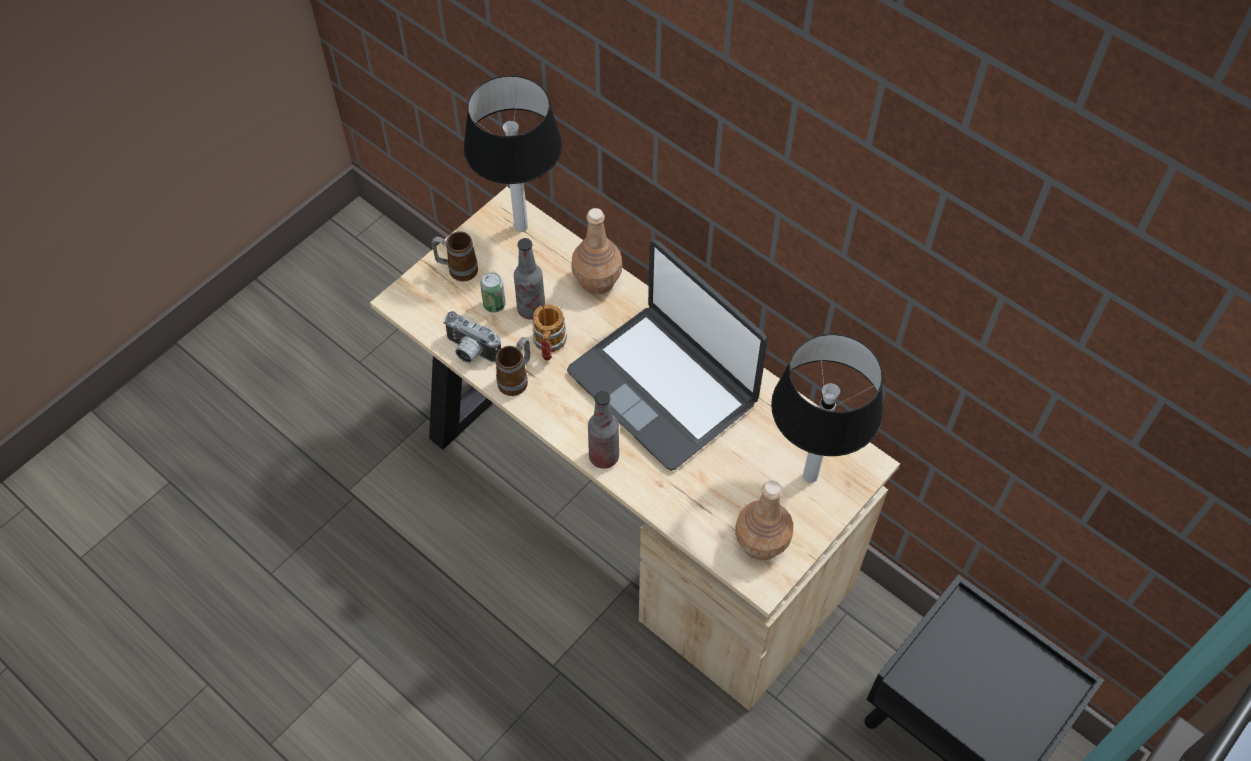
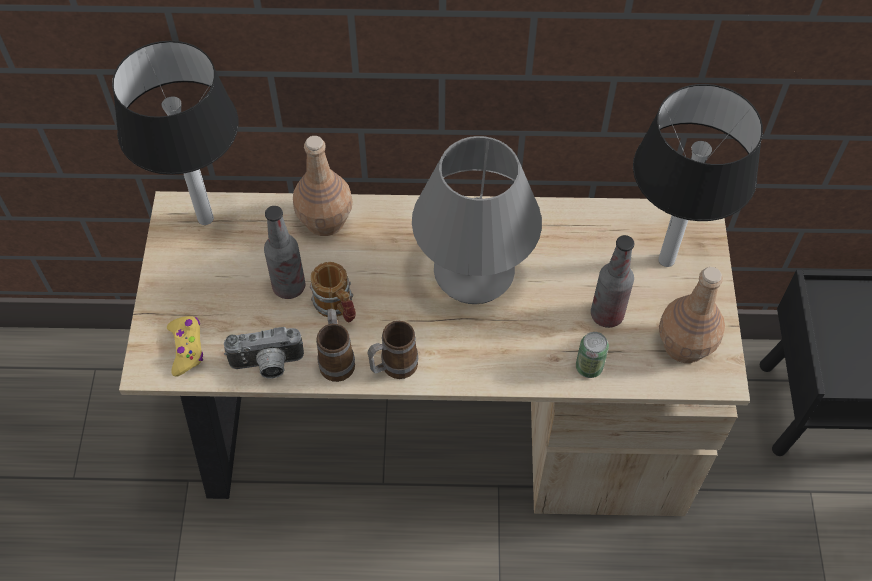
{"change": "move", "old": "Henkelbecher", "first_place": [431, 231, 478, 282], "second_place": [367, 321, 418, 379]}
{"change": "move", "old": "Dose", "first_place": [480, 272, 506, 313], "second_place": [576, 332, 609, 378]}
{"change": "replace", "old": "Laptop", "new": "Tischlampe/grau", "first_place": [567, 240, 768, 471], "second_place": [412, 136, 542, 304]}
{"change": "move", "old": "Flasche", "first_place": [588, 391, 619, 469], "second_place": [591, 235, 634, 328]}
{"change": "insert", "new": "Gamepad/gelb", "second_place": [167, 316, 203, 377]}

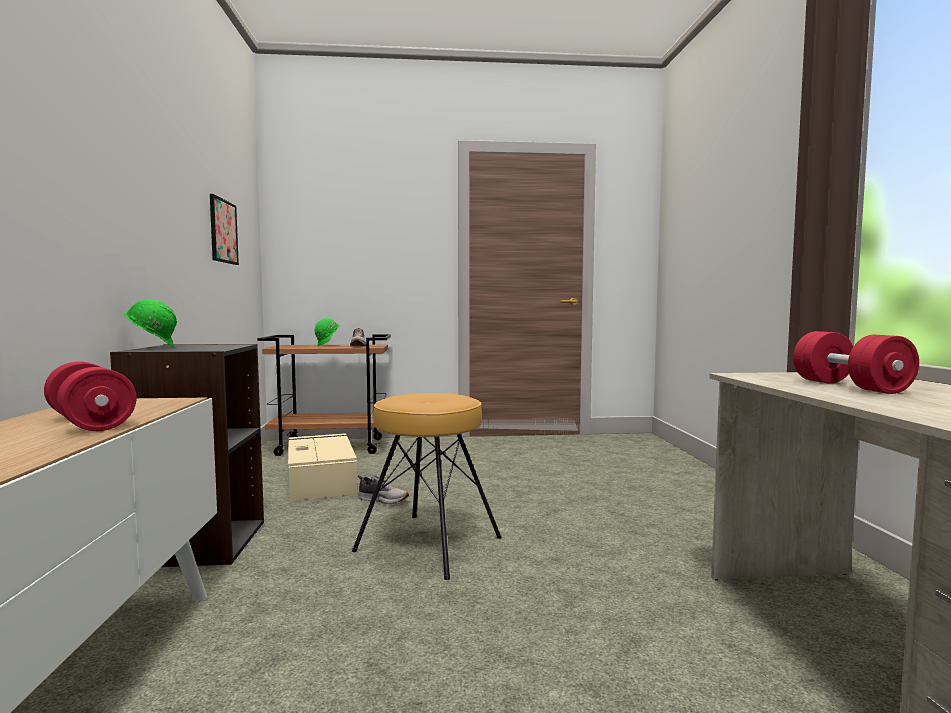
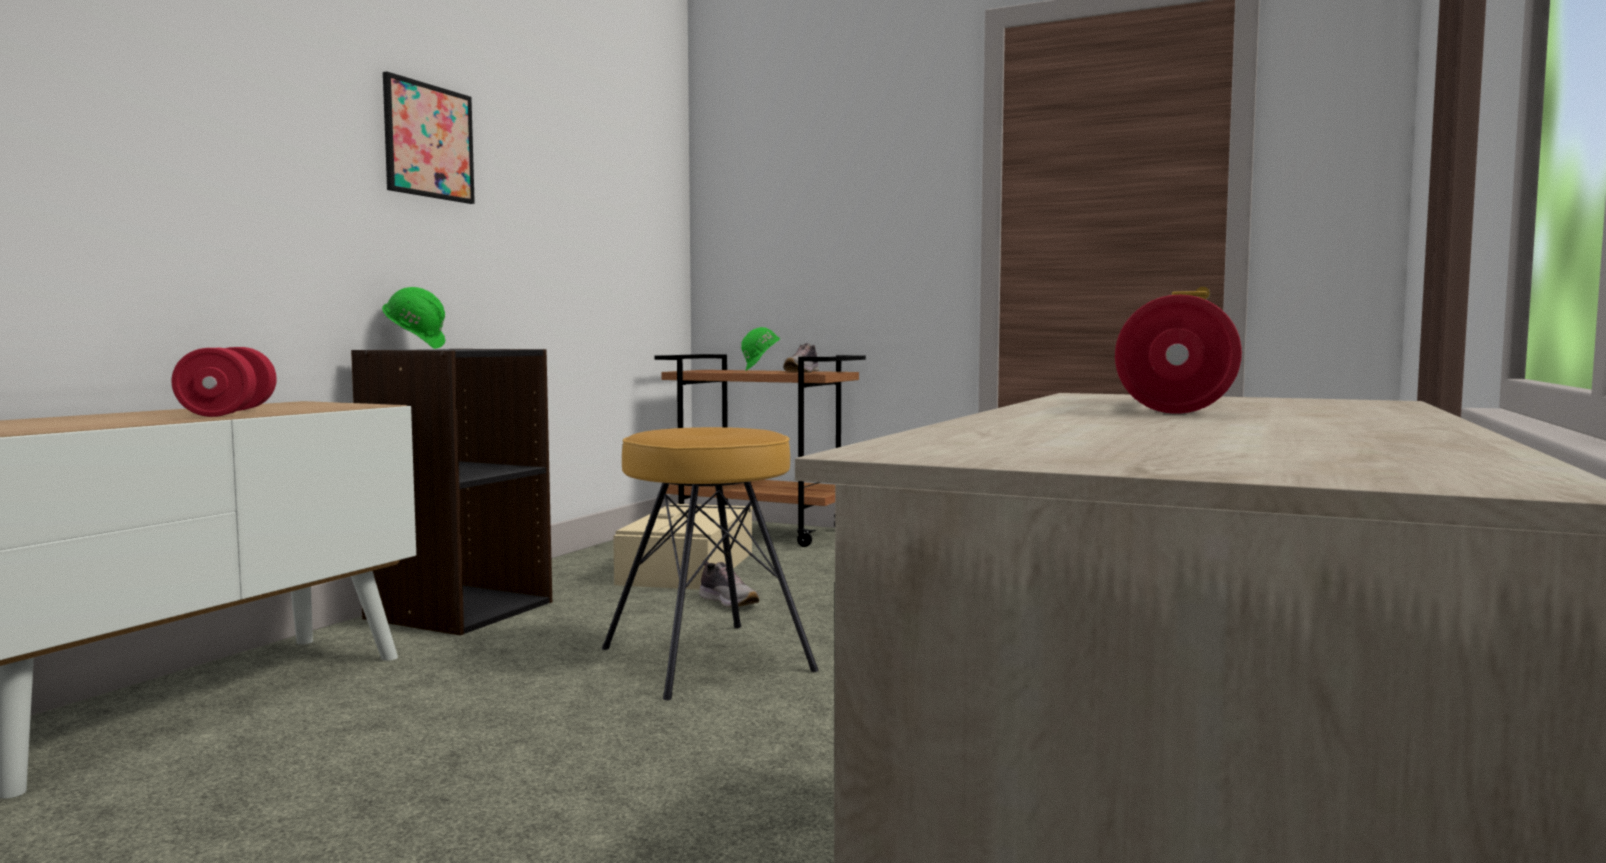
{"change": "move", "old": "Bild", "first_place": [210, 194, 239, 265], "second_place": [383, 71, 475, 204]}

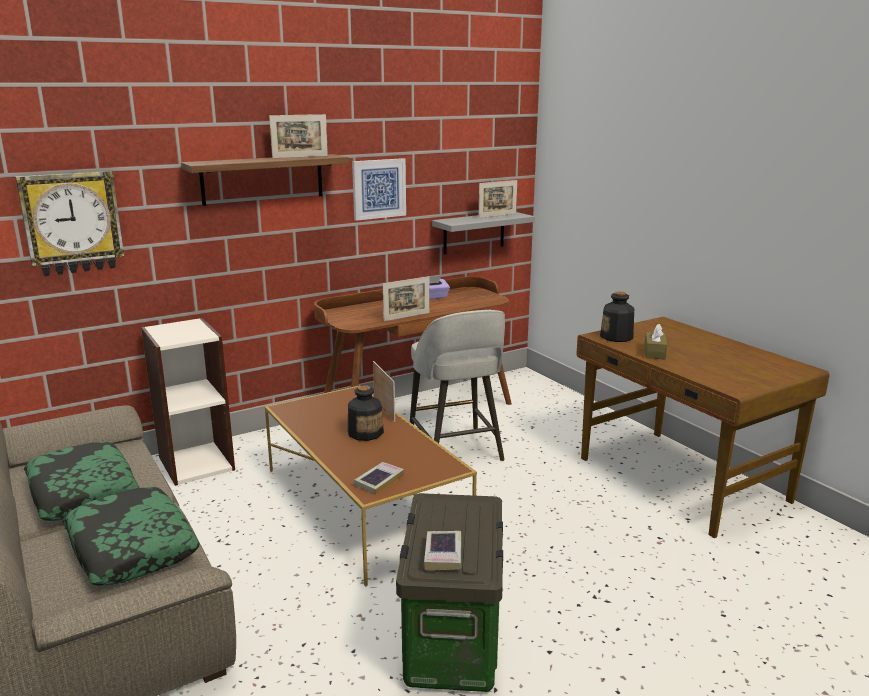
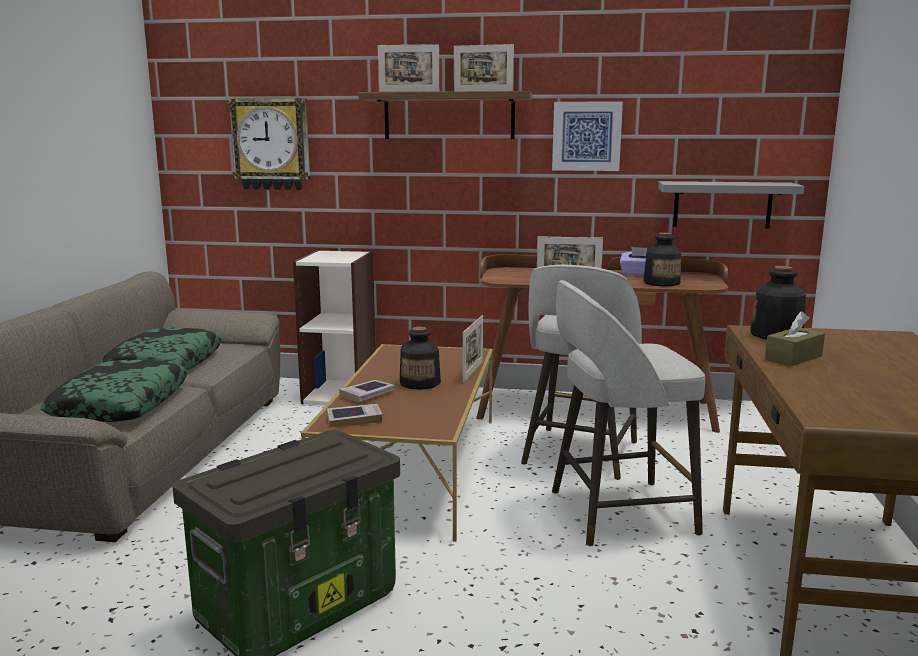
{"change": "move", "old": "Buch", "first_place": [424, 531, 461, 570], "second_place": [339, 380, 395, 402]}
{"change": "move", "old": "Bilderrahmen", "first_place": [479, 180, 517, 218], "second_place": [378, 44, 439, 92]}
{"change": "insert", "new": "Hocker/grau", "second_place": [552, 280, 705, 546]}
{"change": "insert", "new": "Flasche", "second_place": [643, 232, 681, 286]}

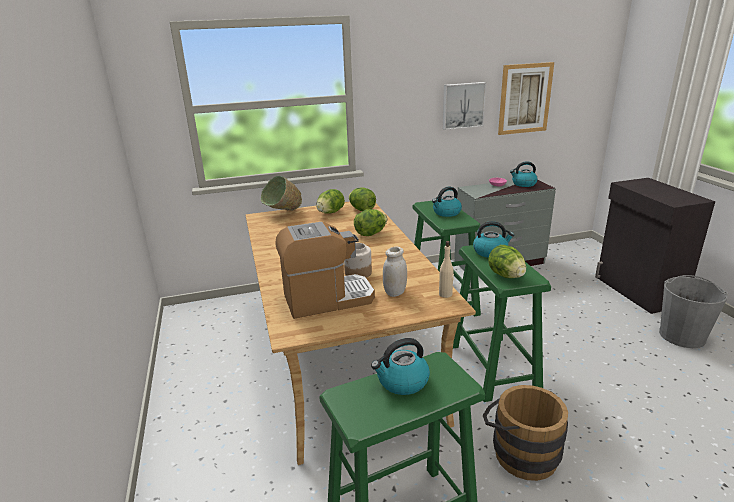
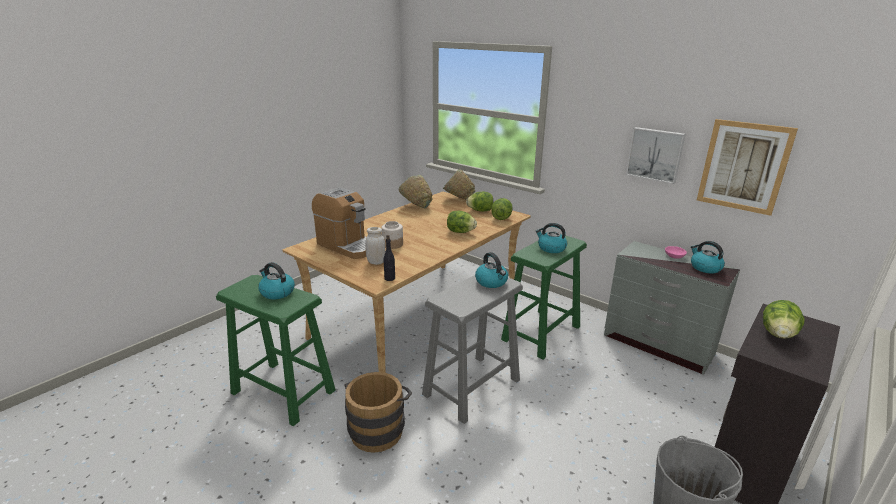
{"change": "recolor", "old": "Flasche/beige", "new": "Flasche/schwarz", "first_place": [439, 241, 454, 298], "second_place": [384, 235, 395, 281]}
{"change": "recolor", "old": "Hocker/grün", "new": "Hocker/grau", "first_place": [453, 245, 551, 402], "second_place": [422, 275, 523, 424]}
{"change": "move", "old": "Salatkopf", "first_place": [488, 245, 526, 278], "second_place": [763, 300, 805, 339]}
{"change": "insert", "new": "Schüssel/grün", "second_place": [399, 175, 432, 208]}

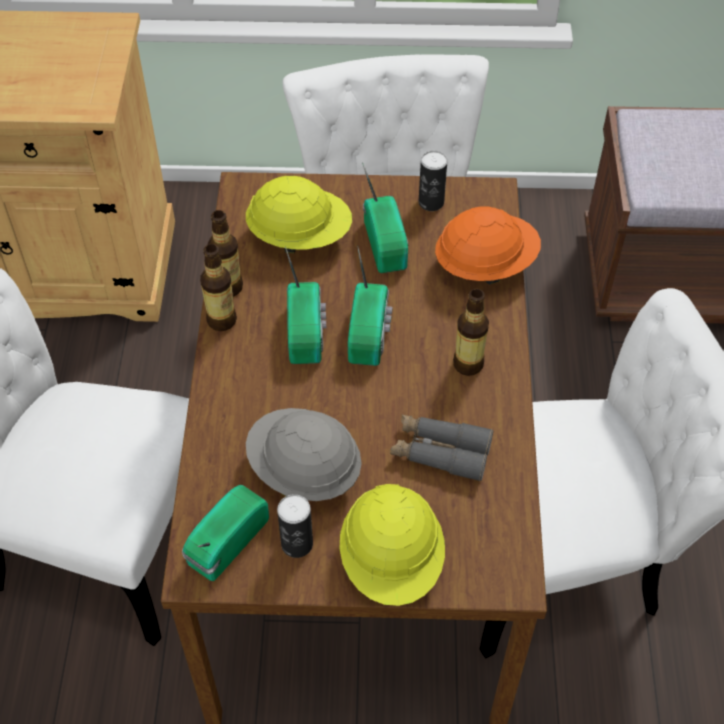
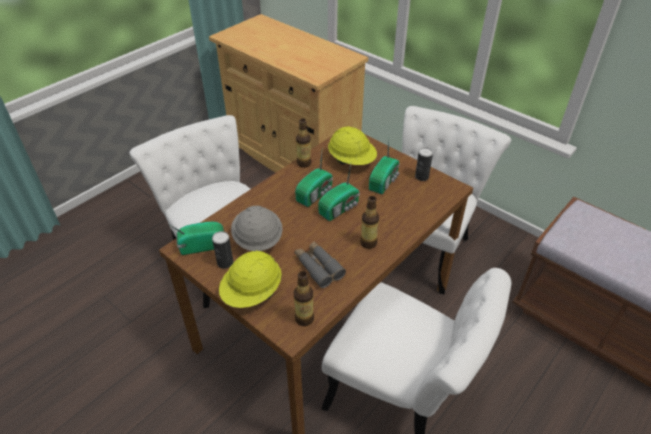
{"change": "move", "old": "Flasche", "first_place": [200, 244, 237, 331], "second_place": [294, 271, 314, 326]}
{"change": "delete", "old": "Schutzhelm/orange", "first_place": [435, 207, 541, 285]}

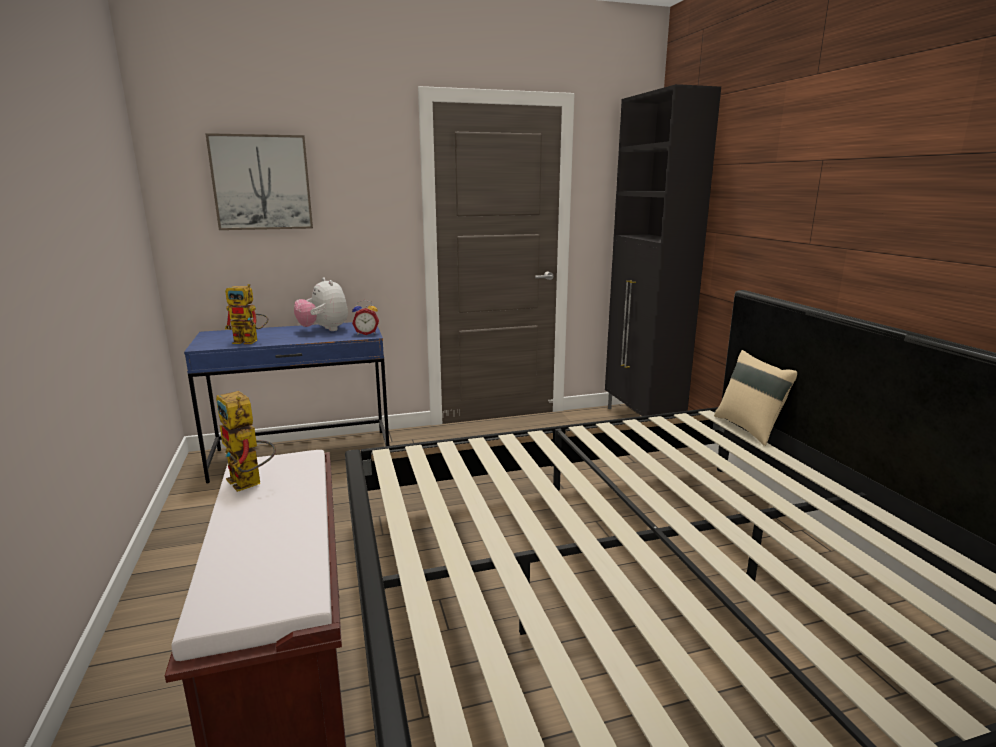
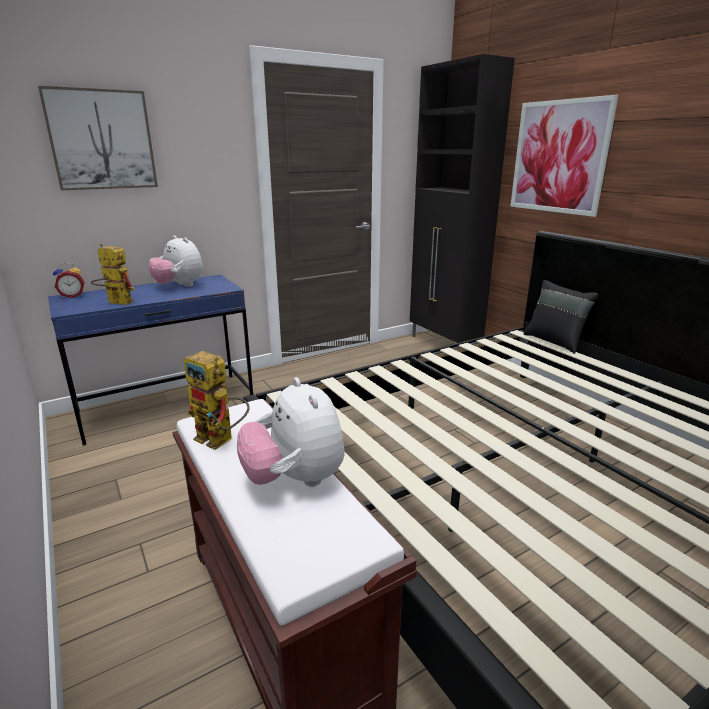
{"change": "rotate", "old": "Spielzeugroboter", "first_place": [225, 284, 268, 344], "second_place": [91, 244, 135, 305], "degrees": -150}
{"change": "move", "old": "Wecker", "first_place": [352, 300, 379, 335], "second_place": [53, 262, 85, 298]}
{"change": "recolor", "old": "Kissen/beige", "new": "Kissen/schwarz", "first_place": [714, 350, 797, 446], "second_place": [524, 280, 598, 354]}
{"change": "insert", "new": "Plüschtier", "second_place": [237, 377, 345, 487]}
{"change": "insert", "new": "Bild", "second_place": [510, 95, 619, 217]}

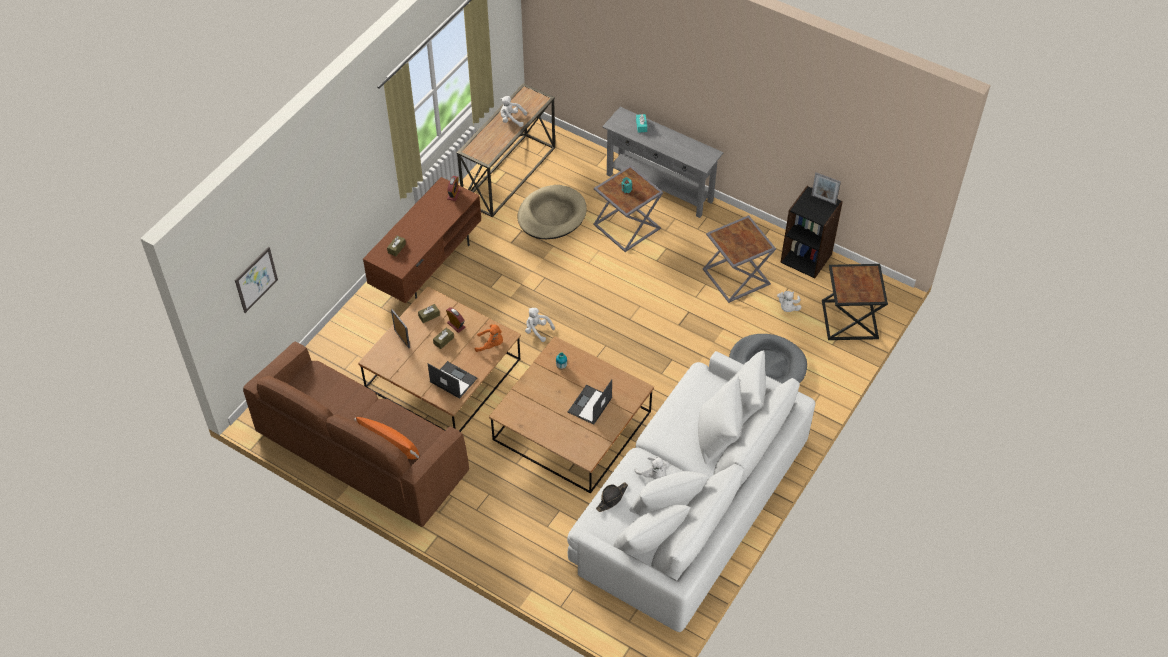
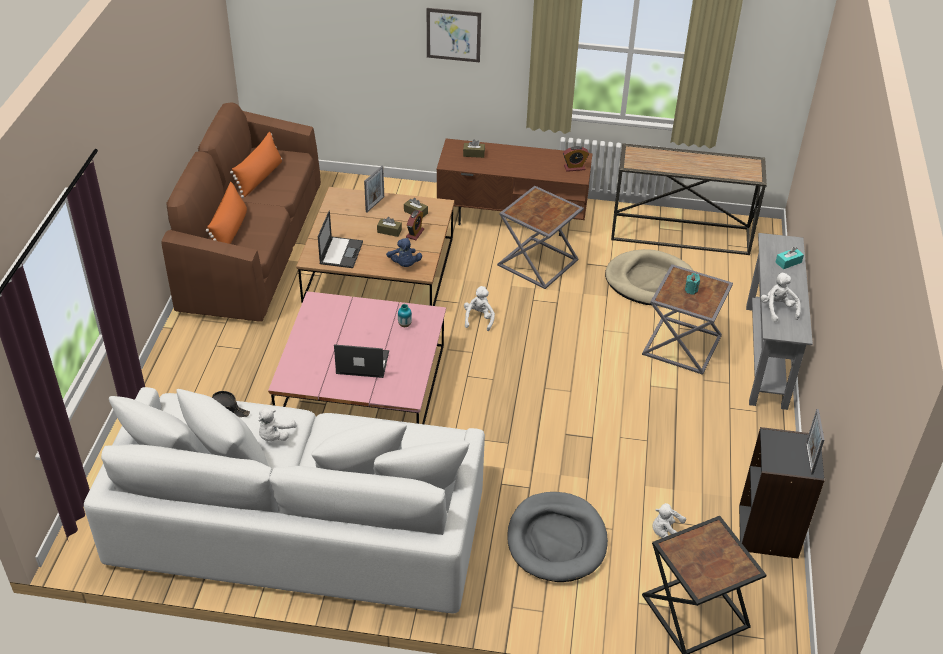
{"change": "move", "old": "Bild", "first_place": [235, 247, 278, 313], "second_place": [427, 8, 481, 63]}
{"change": "recolor", "old": "Plüschtier/orange", "new": "Plüschtier/blau", "first_place": [475, 324, 503, 352], "second_place": [386, 238, 422, 267]}
{"change": "recolor", "old": "Couchtisch/braun", "new": "Couchtisch/rosa", "first_place": [489, 336, 654, 493], "second_place": [268, 291, 446, 424]}
{"change": "move", "old": "Plüschtier/weiß", "first_place": [500, 96, 527, 127], "second_place": [761, 273, 801, 322]}
{"change": "move", "old": "Beistelltisch/grau", "first_place": [703, 215, 776, 303], "second_place": [497, 186, 584, 289]}
{"change": "insert", "new": "Kissen/orange", "second_place": [230, 132, 282, 198]}

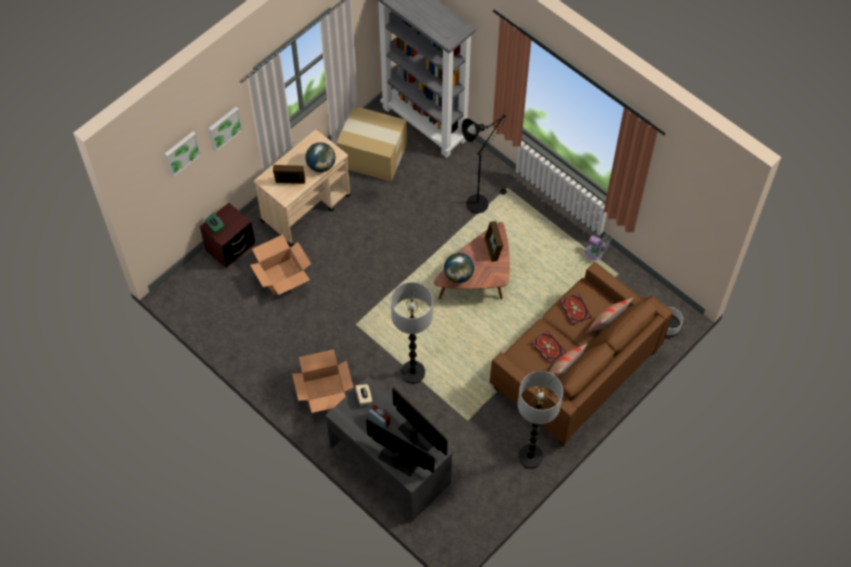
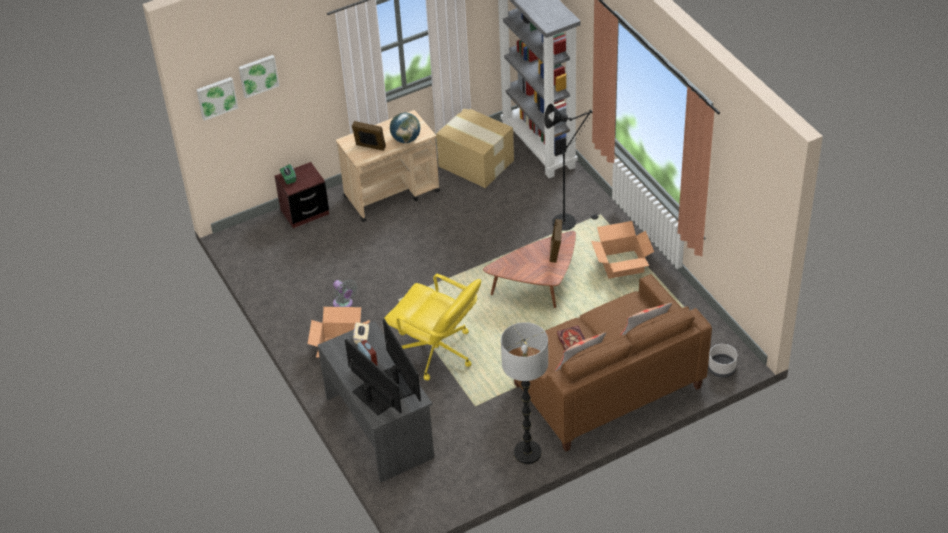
{"change": "move", "old": "Bild", "first_place": [209, 107, 243, 152], "second_place": [196, 77, 238, 121]}
{"change": "move", "old": "Karton", "first_place": [250, 235, 311, 296], "second_place": [591, 221, 654, 279]}
{"change": "replace", "old": "Stehlampe", "new": "Bürostuhl/gelb", "first_place": [391, 282, 433, 384], "second_place": [384, 274, 481, 380]}
{"change": "delete", "old": "Globus", "first_place": [444, 253, 474, 283]}
{"change": "delete", "old": "Buch", "first_place": [560, 293, 591, 325]}
{"change": "move", "old": "Ventilator/grau", "first_place": [585, 234, 611, 260], "second_place": [333, 280, 357, 307]}

